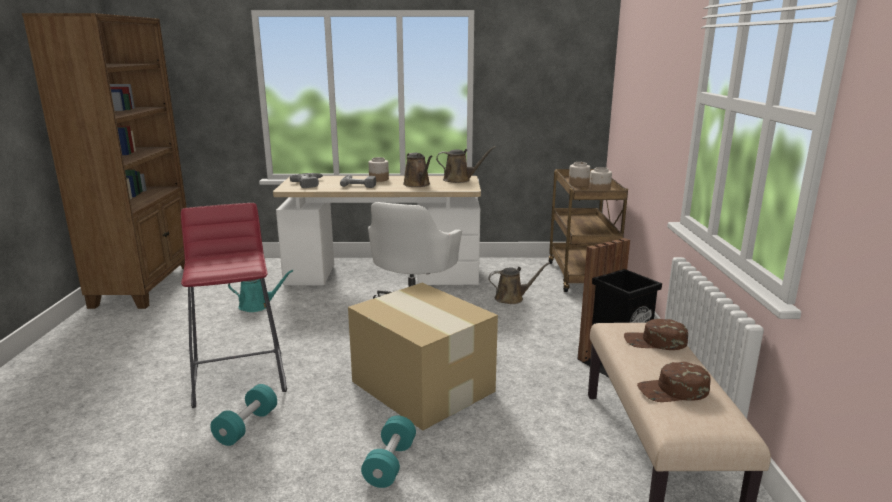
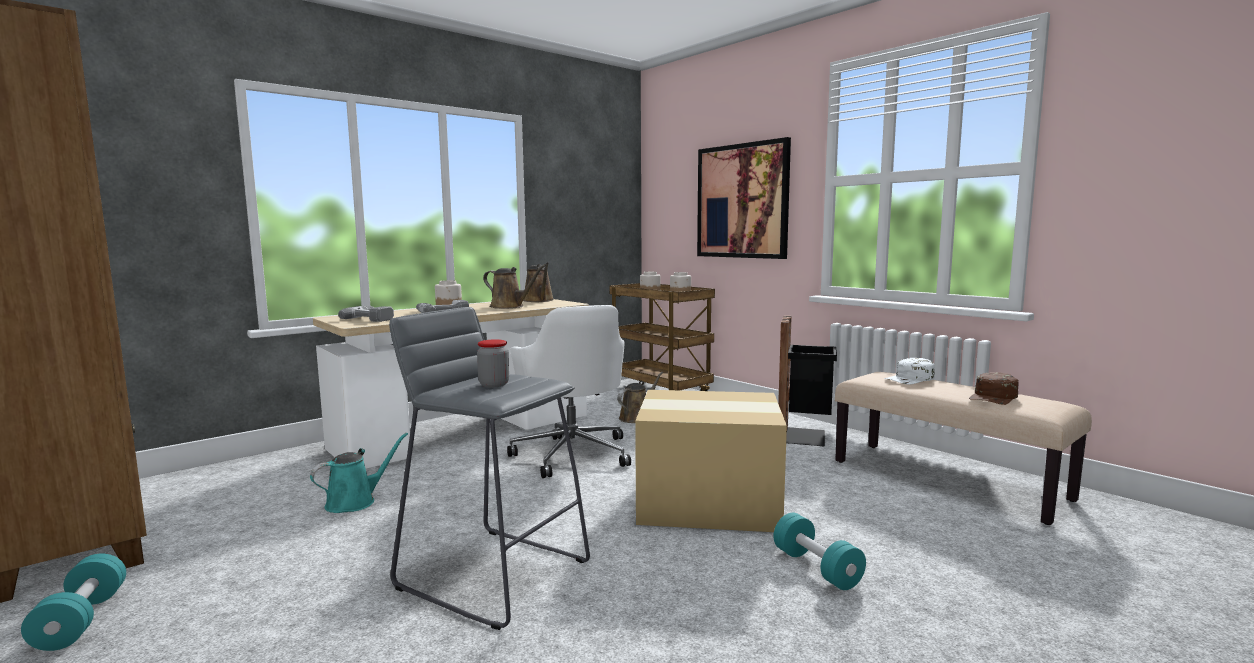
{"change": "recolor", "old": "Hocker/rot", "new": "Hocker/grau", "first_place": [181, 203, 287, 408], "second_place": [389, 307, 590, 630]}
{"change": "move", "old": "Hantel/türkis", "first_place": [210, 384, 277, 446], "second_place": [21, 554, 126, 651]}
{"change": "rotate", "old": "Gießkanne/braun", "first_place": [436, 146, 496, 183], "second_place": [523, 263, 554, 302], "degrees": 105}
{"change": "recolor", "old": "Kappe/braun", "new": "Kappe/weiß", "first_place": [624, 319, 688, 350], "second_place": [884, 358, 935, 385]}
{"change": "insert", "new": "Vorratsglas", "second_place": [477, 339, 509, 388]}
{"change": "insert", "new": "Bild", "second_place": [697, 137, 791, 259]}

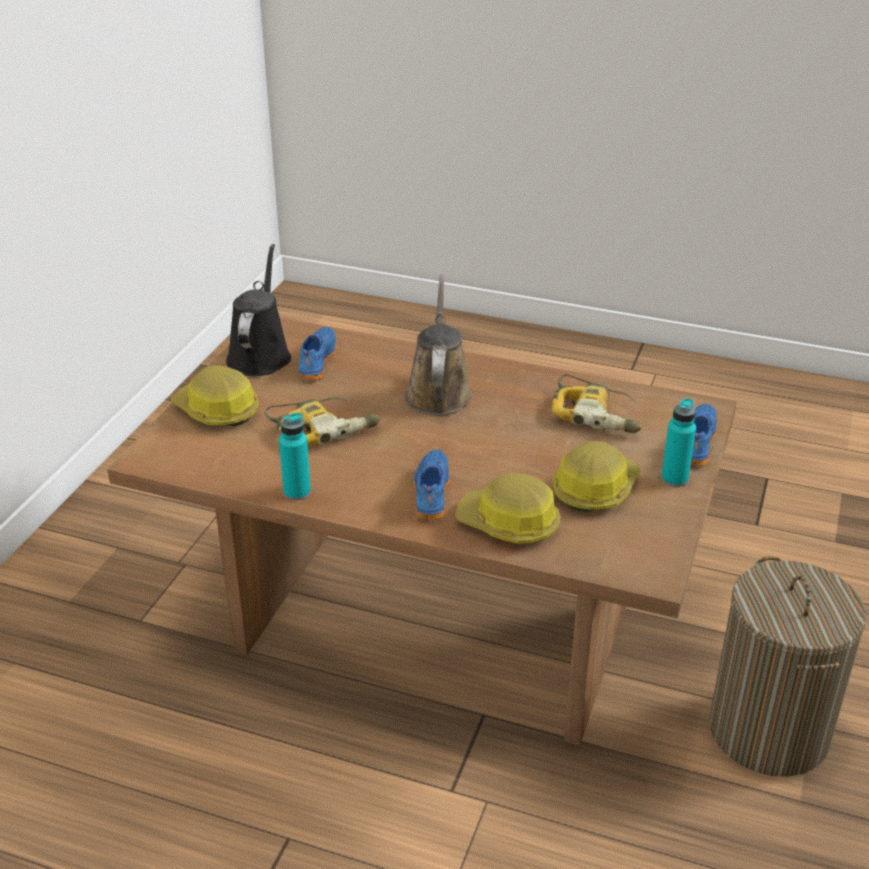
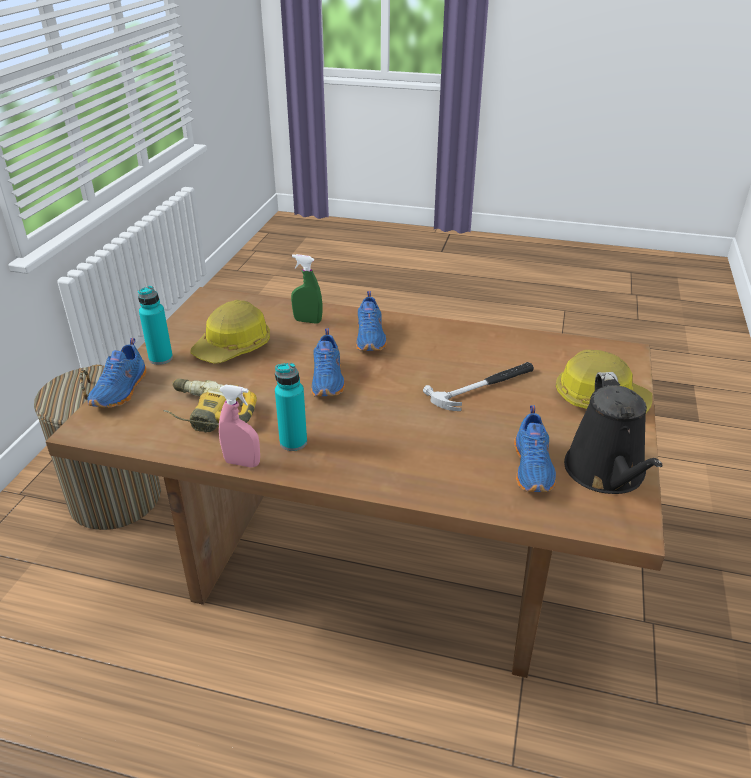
{"change": "replace", "old": "Bohrmaschine", "new": "Hammer", "first_place": [264, 397, 380, 446], "second_place": [423, 362, 534, 411]}
{"change": "move", "old": "Flasche/türkis", "first_place": [279, 413, 311, 500], "second_place": [275, 363, 307, 451]}
{"change": "delete", "old": "Gießkanne/braun", "first_place": [405, 275, 472, 415]}
{"change": "replace", "old": "Schutzhelm", "new": "Sprühflasche/grün", "first_place": [455, 473, 561, 544], "second_place": [291, 254, 322, 324]}
{"change": "insert", "new": "Sprühflasche/rosa", "second_place": [219, 385, 260, 467]}
{"change": "insert", "new": "Schuh/blau", "second_place": [311, 328, 345, 397]}

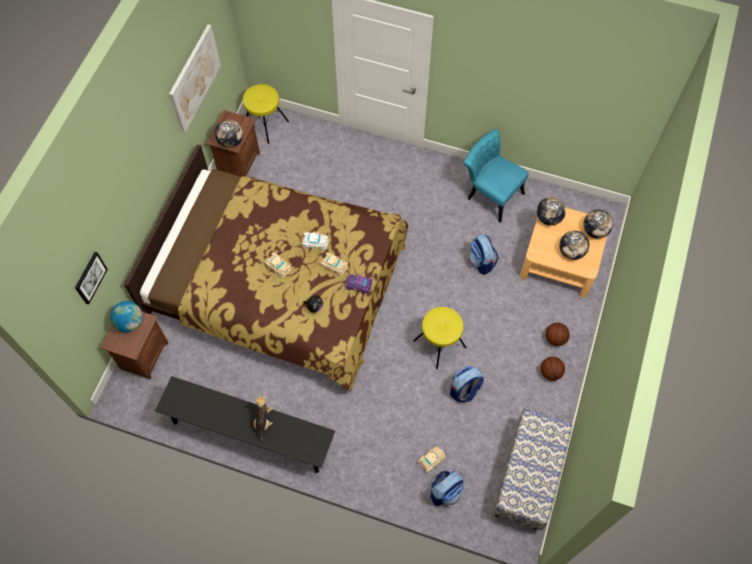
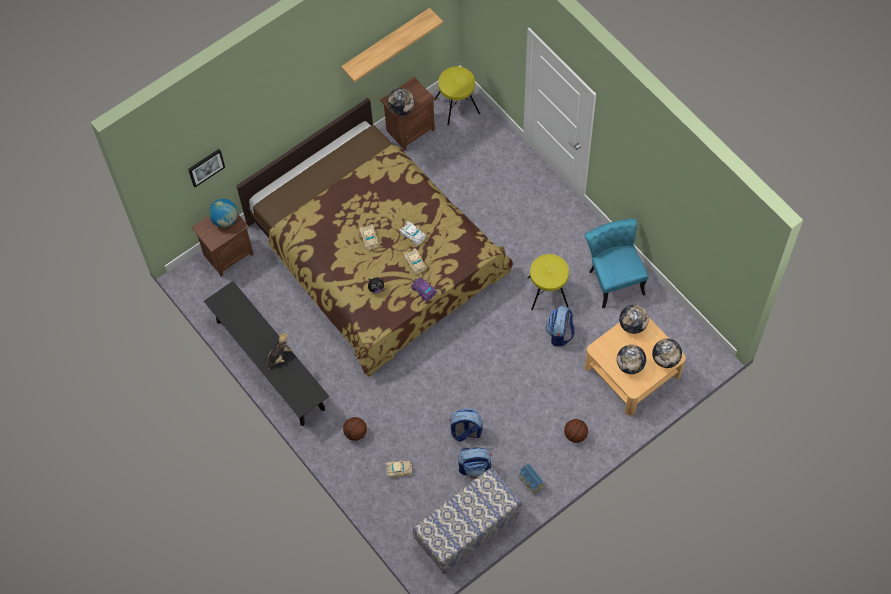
{"change": "replace", "old": "Bild", "new": "Wandregal", "first_place": [169, 24, 221, 133], "second_place": [341, 8, 443, 82]}
{"change": "move", "old": "Hocker/gelb", "first_place": [413, 307, 466, 369], "second_place": [528, 254, 569, 310]}
{"change": "move", "old": "Rucksack", "first_place": [430, 471, 464, 506], "second_place": [458, 447, 491, 478]}
{"change": "move", "old": "Basketball", "first_place": [541, 357, 565, 381], "second_place": [343, 417, 367, 441]}
{"change": "insert", "new": "Spielzeughaus", "second_place": [519, 464, 545, 494]}

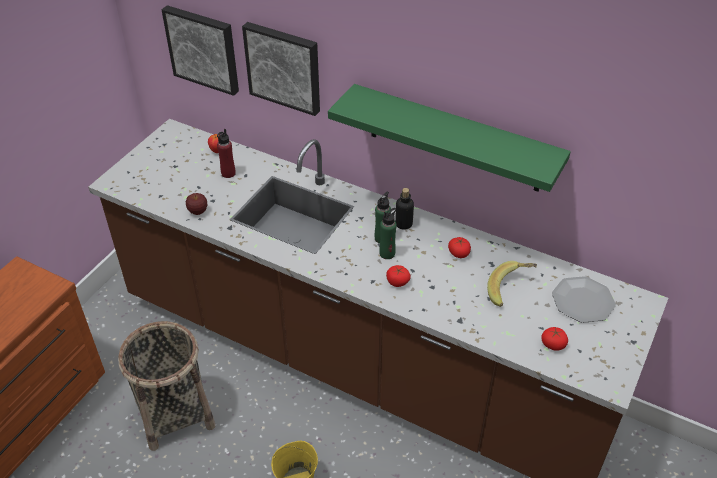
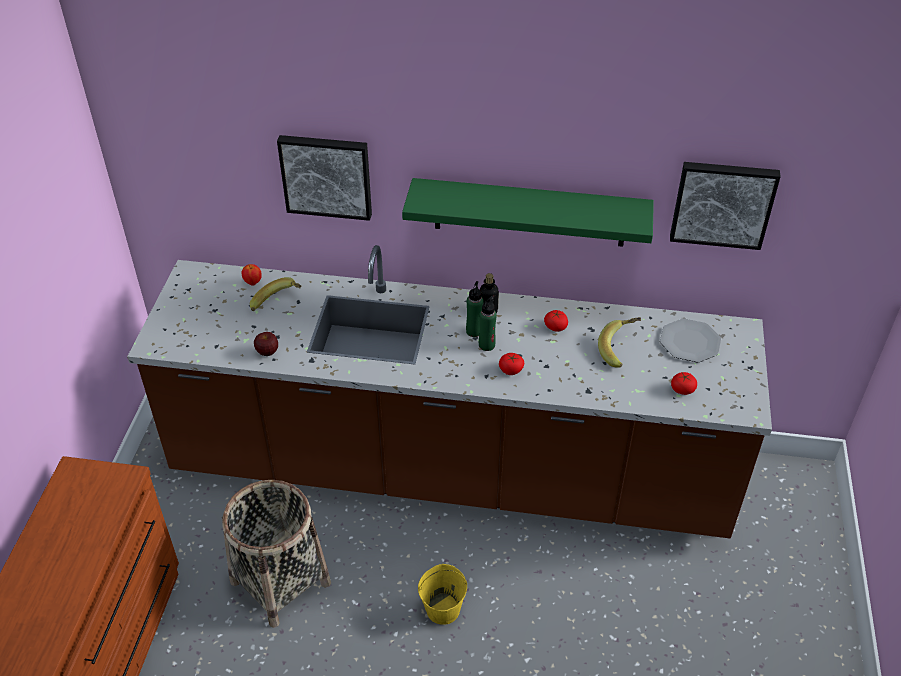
{"change": "move", "old": "Bild", "first_place": [161, 5, 239, 96], "second_place": [670, 162, 781, 250]}
{"change": "replace", "old": "Flasche/rot", "new": "Banane", "first_place": [217, 129, 236, 178], "second_place": [250, 277, 301, 311]}

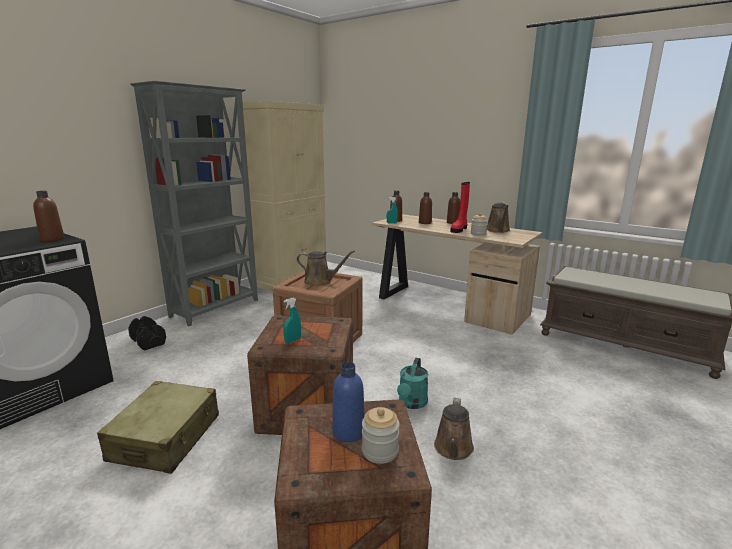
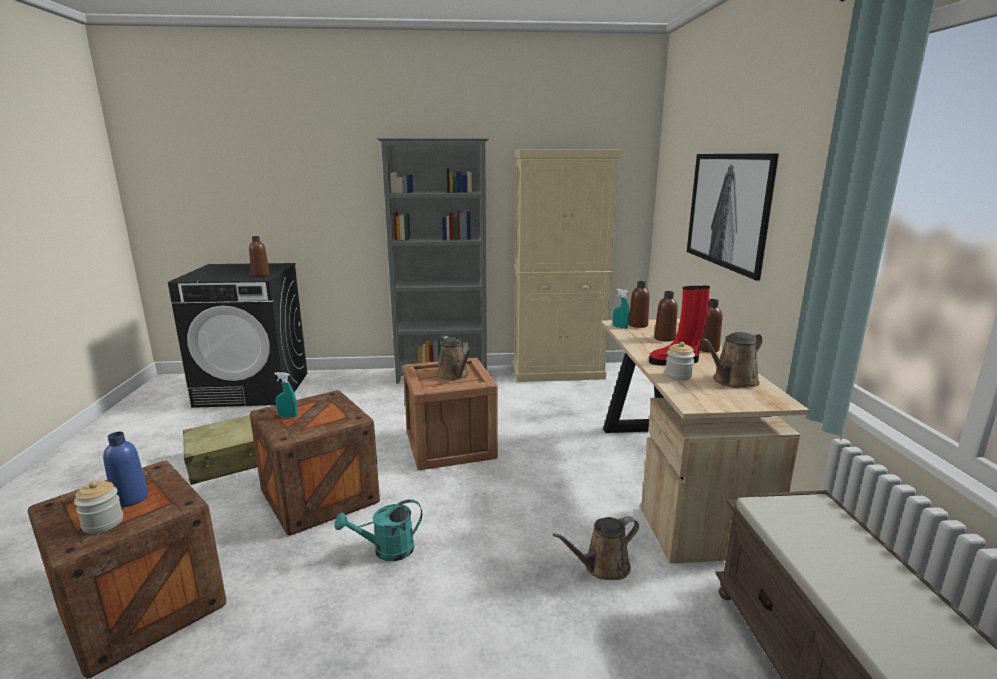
{"change": "delete", "old": "Hantel/schwarz", "first_place": [128, 316, 166, 351]}
{"change": "move", "old": "Gießkanne/braun", "first_place": [434, 398, 474, 460], "second_place": [553, 517, 639, 580]}
{"change": "insert", "new": "Bild", "second_place": [687, 153, 779, 281]}

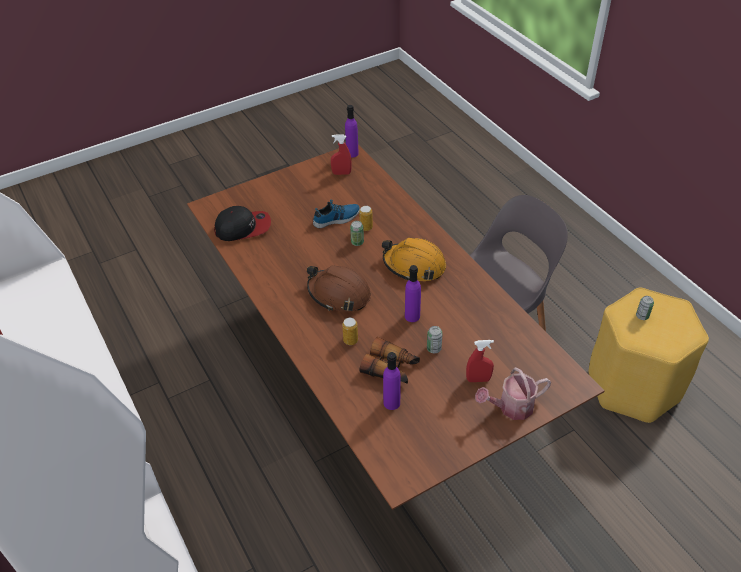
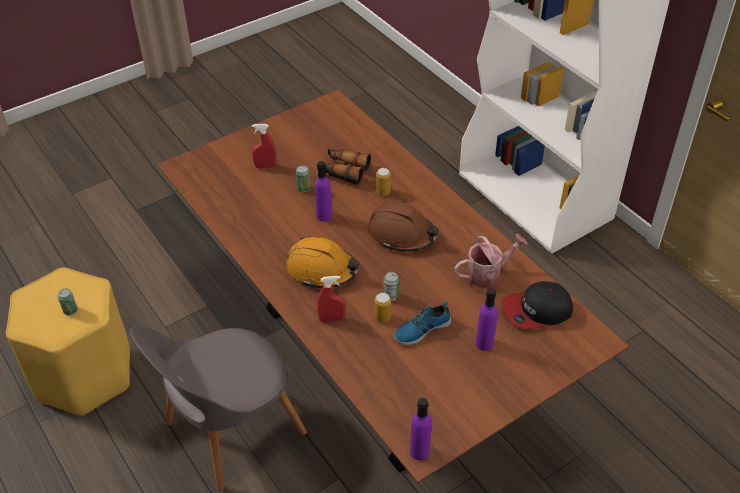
{"change": "move", "old": "Sprühflasche/rot", "first_place": [331, 135, 352, 175], "second_place": [317, 276, 345, 322]}
{"change": "move", "old": "Flasche/lila", "first_place": [383, 352, 401, 410], "second_place": [476, 288, 498, 351]}
{"change": "move", "old": "Gießkanne", "first_place": [475, 367, 551, 420], "second_place": [454, 234, 528, 288]}

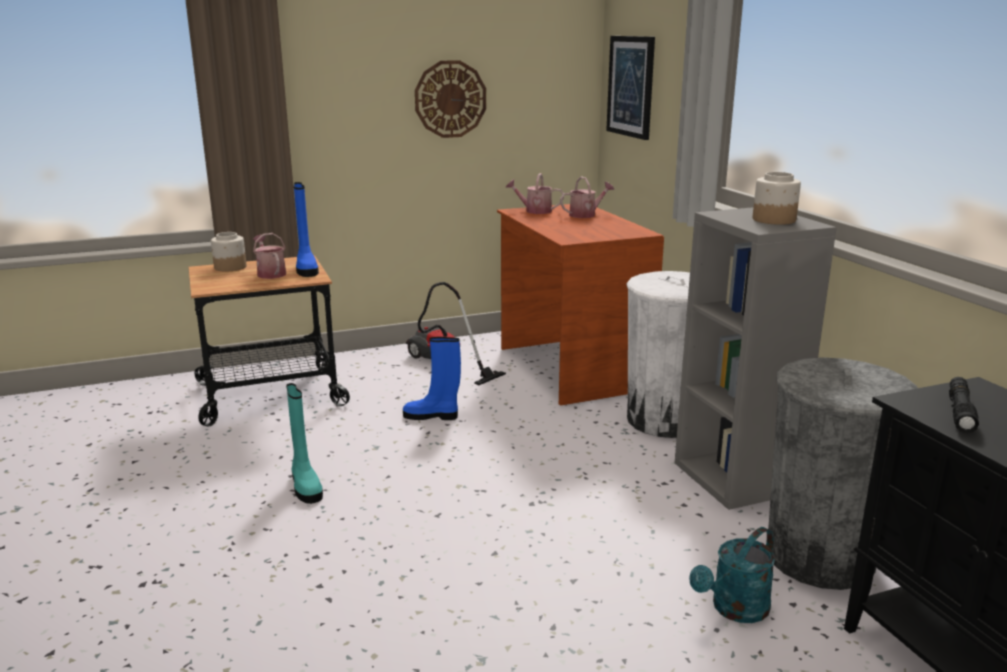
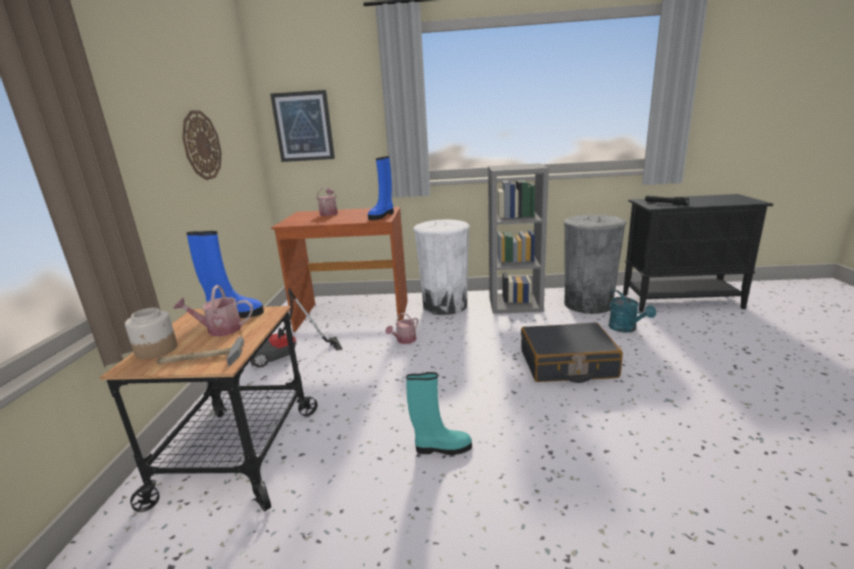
{"change": "move", "old": "Stiefel/blau", "first_place": [403, 337, 461, 420], "second_place": [368, 156, 394, 220]}
{"change": "move", "old": "Gießkanne", "first_place": [506, 173, 564, 214], "second_place": [385, 313, 418, 344]}
{"change": "delete", "old": "Vorratsglas", "first_place": [753, 172, 801, 225]}
{"change": "insert", "new": "Hammer", "second_place": [157, 337, 244, 367]}
{"change": "insert", "new": "Koffer/schwarz", "second_place": [521, 322, 623, 383]}

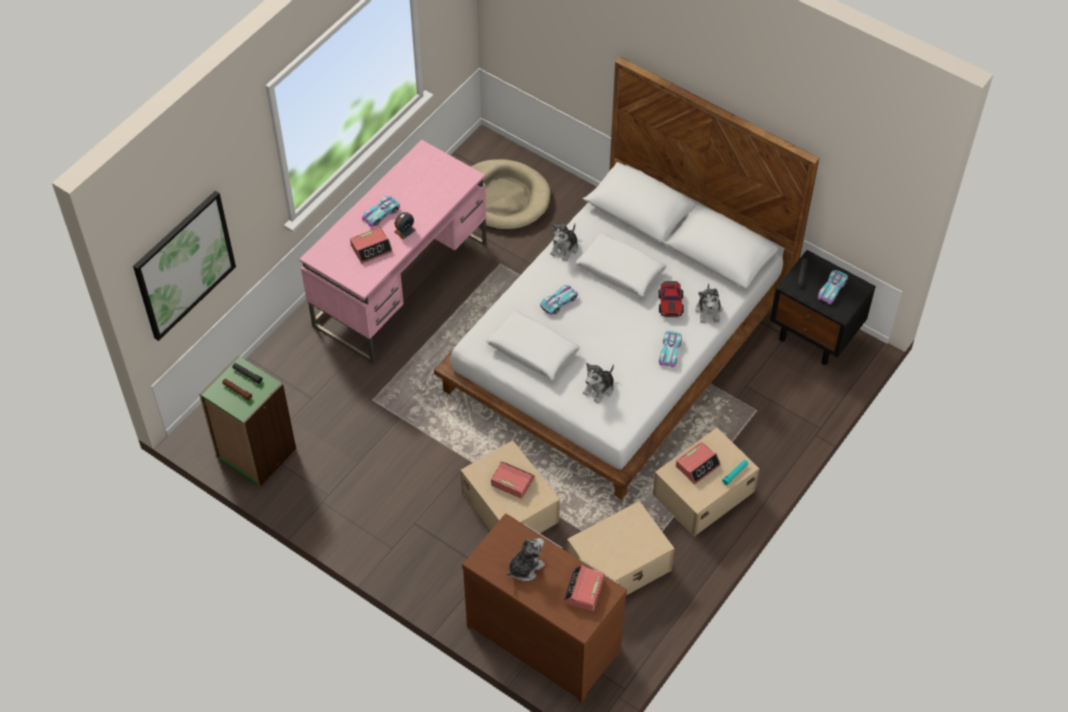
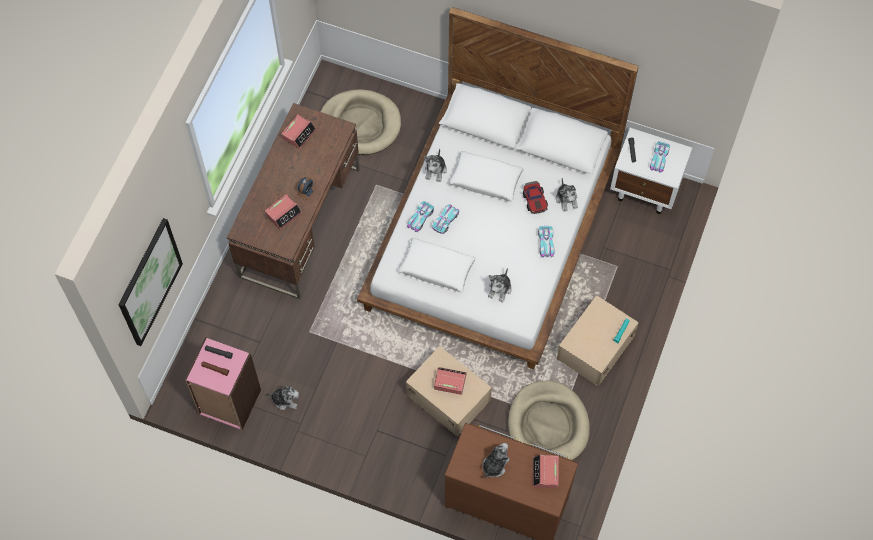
{"change": "recolor", "old": "Bücherregal/grün", "new": "Bücherregal/rosa", "first_place": [199, 355, 296, 487], "second_place": [185, 337, 261, 430]}
{"change": "recolor", "old": "Schreibtisch/rosa", "new": "Schreibtisch/braun", "first_place": [299, 140, 487, 363], "second_place": [227, 103, 360, 299]}
{"change": "move", "old": "Spielzeugauto", "first_place": [362, 196, 400, 227], "second_place": [407, 201, 434, 232]}
{"change": "replace", "old": "Aufbewahrungsbox/beige", "new": "Hundebett/beige", "first_place": [567, 501, 675, 595], "second_place": [508, 381, 590, 460]}
{"change": "move", "old": "Wecker", "first_place": [676, 442, 721, 484], "second_place": [281, 115, 317, 149]}
{"change": "recolor", "old": "Nachttisch/schwarz", "new": "Nachttisch/weiß", "first_place": [770, 250, 876, 365], "second_place": [610, 128, 692, 214]}
{"change": "insert", "new": "Plüschtier", "second_place": [266, 385, 299, 410]}

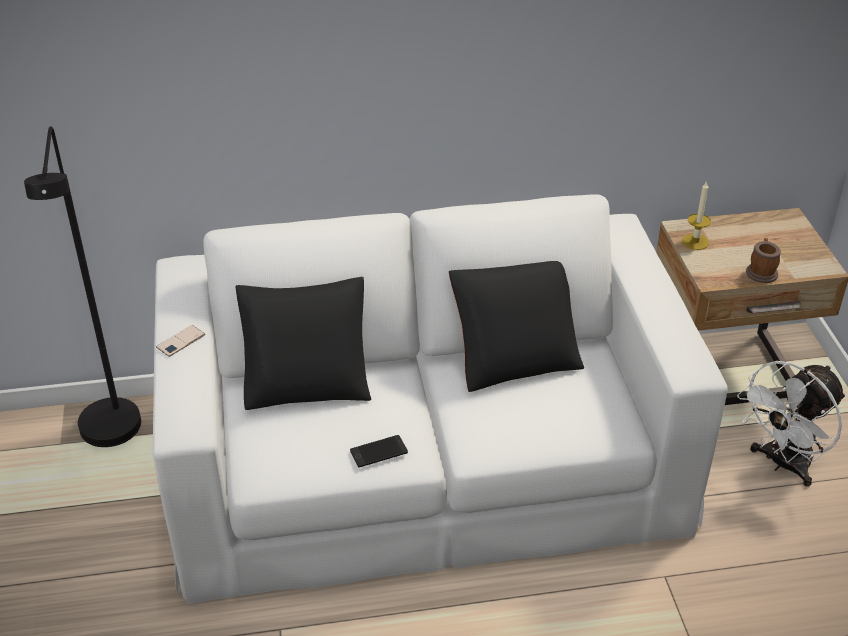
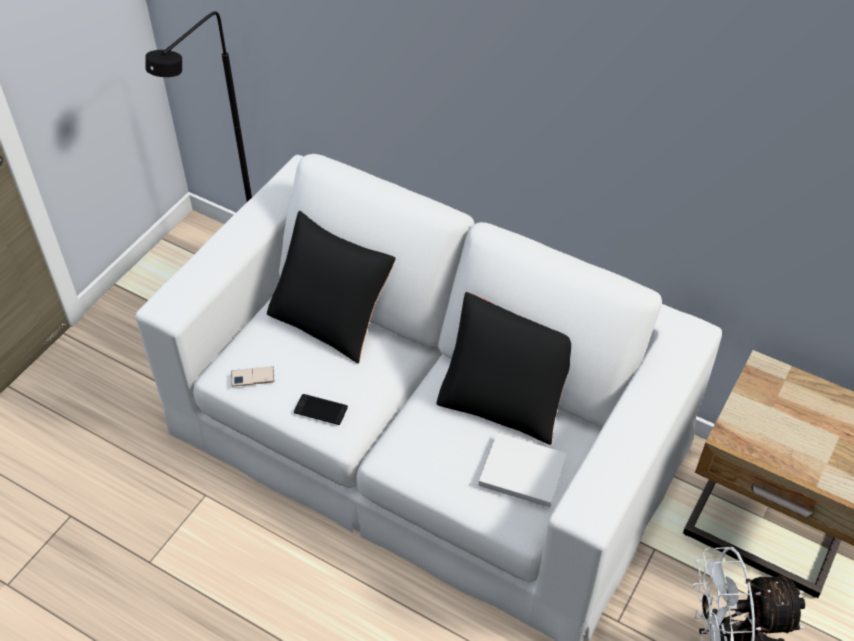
{"change": "move", "old": "Handy", "first_place": [156, 325, 205, 357], "second_place": [231, 366, 274, 386]}
{"change": "delete", "old": "Kerze", "first_place": [682, 181, 711, 250]}
{"change": "delete", "old": "Henkelbecher", "first_place": [746, 238, 781, 283]}
{"change": "insert", "new": "Buch/weiß", "second_place": [479, 433, 567, 507]}

